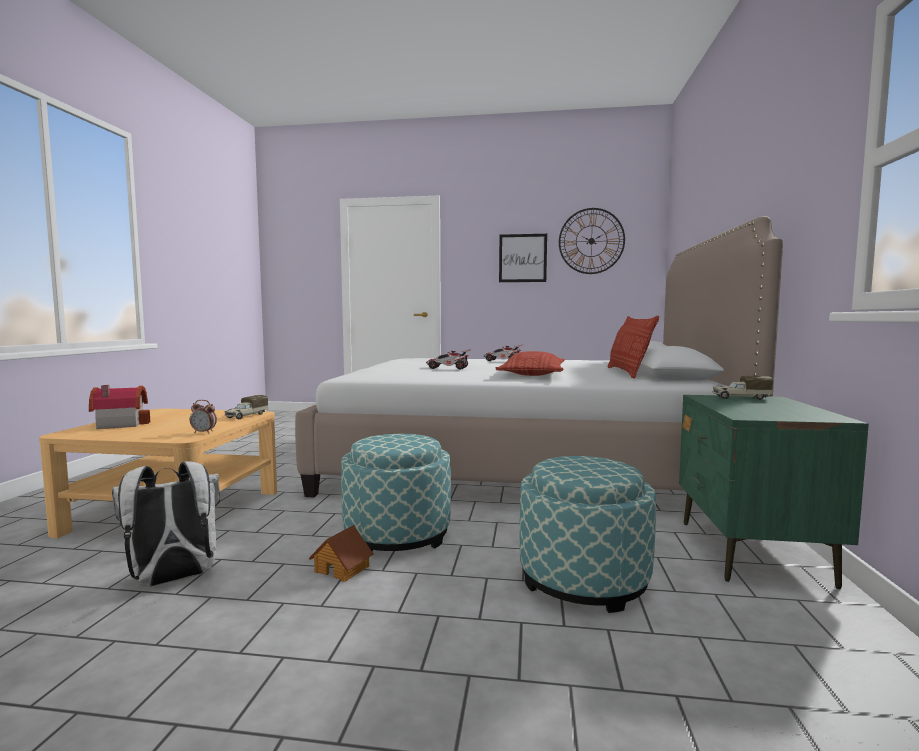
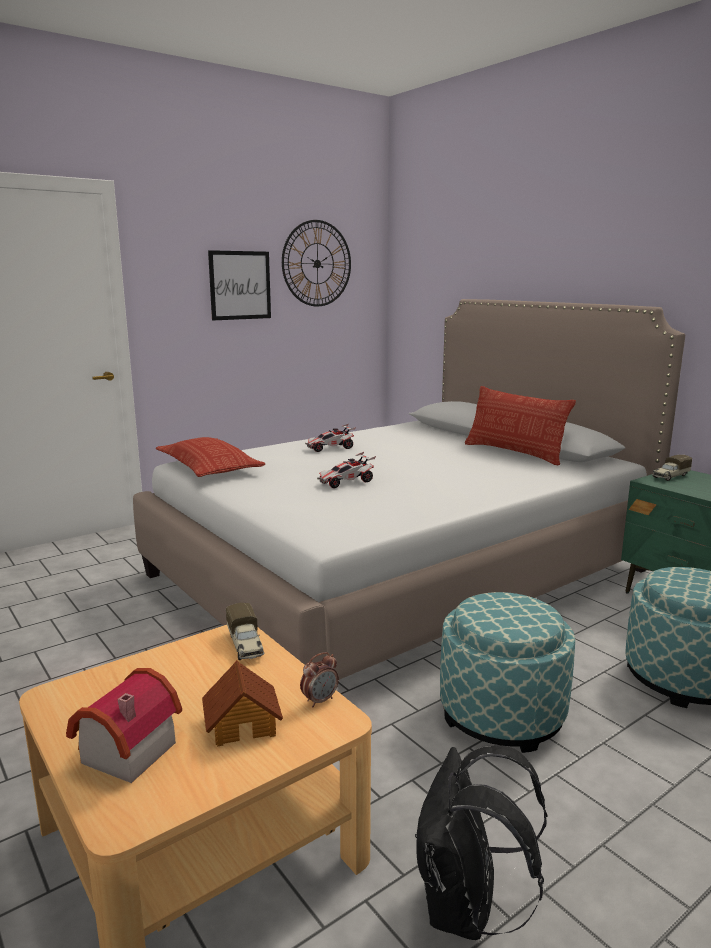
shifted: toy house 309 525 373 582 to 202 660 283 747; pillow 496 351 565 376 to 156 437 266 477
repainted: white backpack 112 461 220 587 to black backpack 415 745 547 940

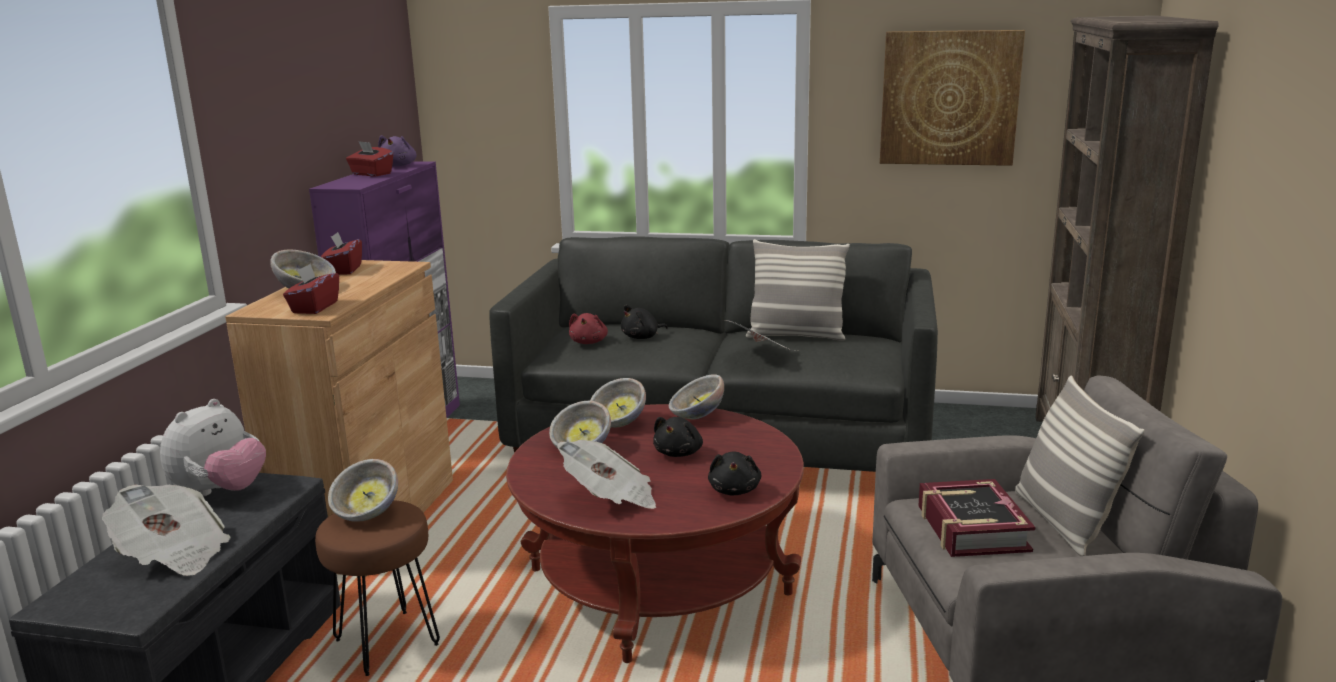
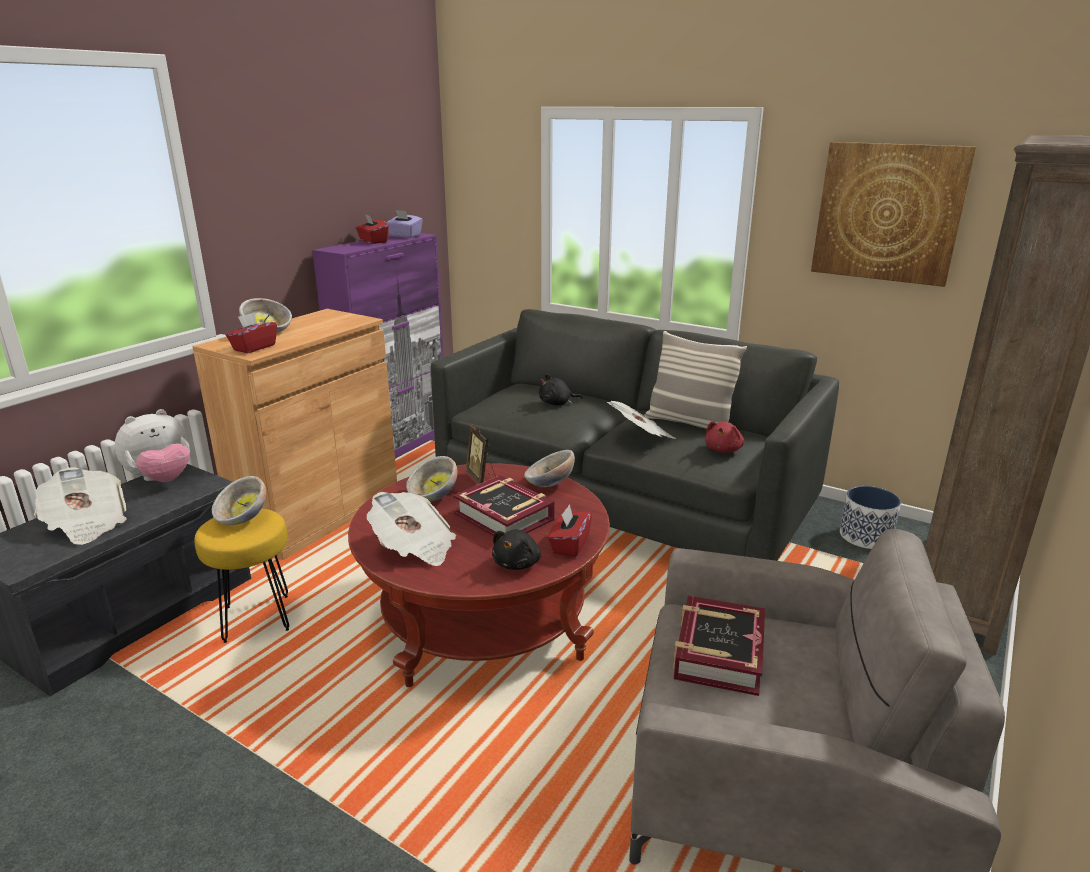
gone: pillow 1015 376 1145 556
new: planter 840 486 901 549
shifted: red tissue box 321 232 362 275 to 548 504 592 557; red plush toy 569 313 608 344 to 705 421 744 453
swapped: purple plush toy 378 135 417 166 to purple tissue box 386 210 423 238; bowl 590 378 646 428 to picture frame 466 425 496 484; black plush toy 653 417 703 457 to book 453 475 555 536
repainted: brown stool 315 500 440 676 to yellow stool 194 509 289 643

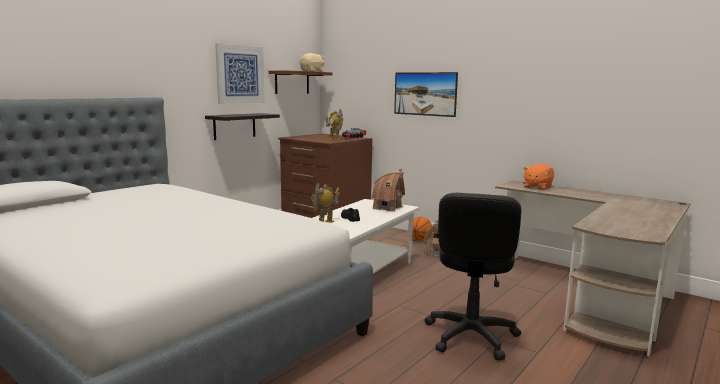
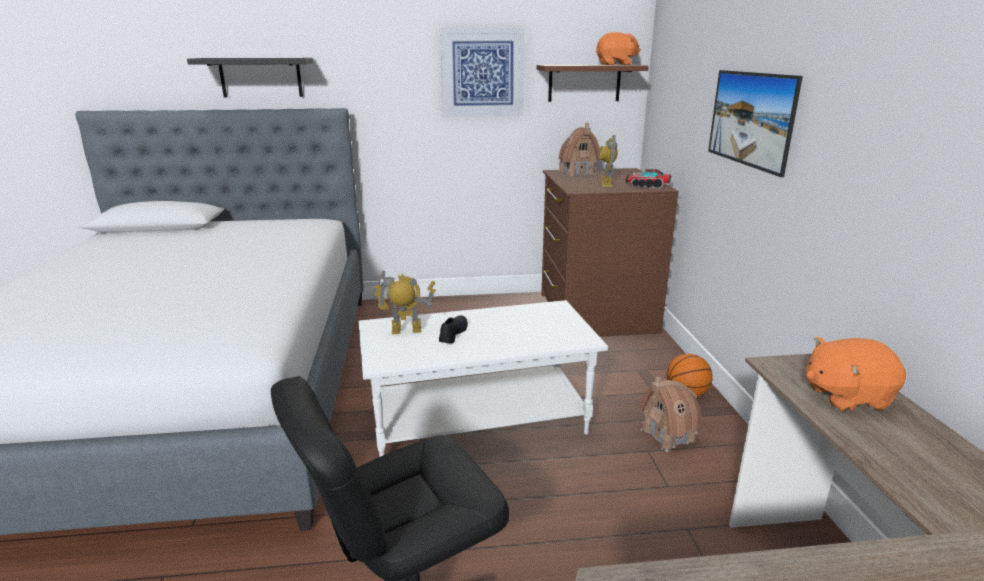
shifted: black shelf 205 113 280 140 to 187 58 313 97; toy house 372 169 405 212 to 558 123 600 176
repainted: beige plush toy 300 53 324 72 to orange plush toy 596 32 641 65

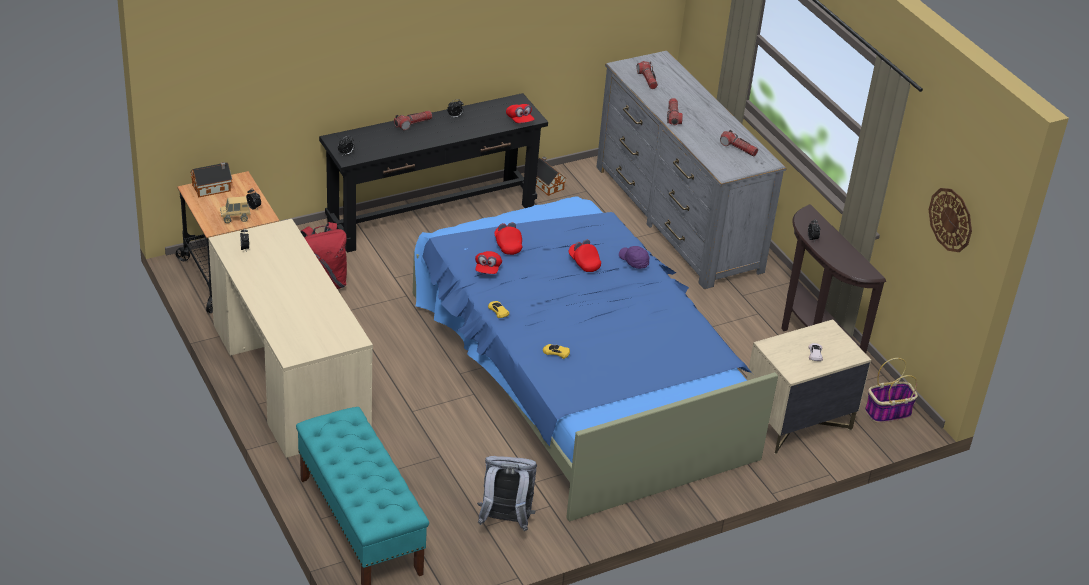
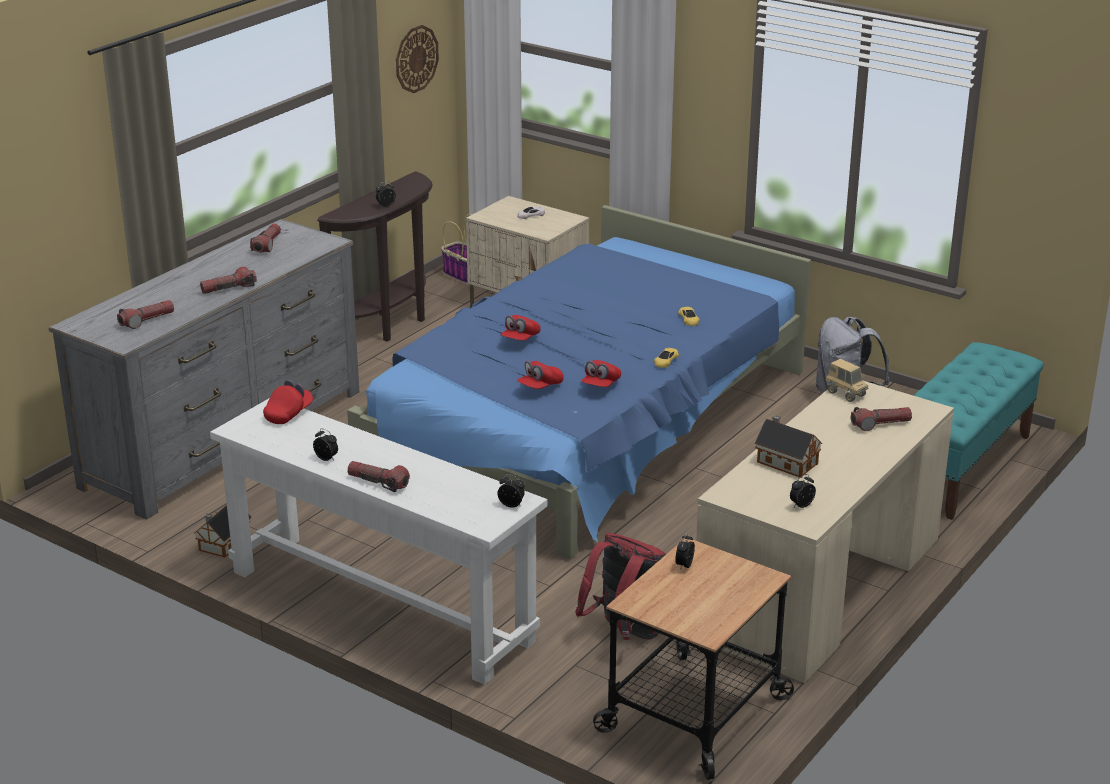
gone: purple cap 619 246 650 269
new: flashlight 850 407 912 431
shifted: toy house 190 162 232 198 to 755 415 822 478; toy truck 220 196 250 223 to 825 359 868 402
repainted: black console table 319 93 548 253 to white console table 210 399 547 685
rotated: red cap 475 251 502 274 = 581 360 621 387 135 degrees clockwise

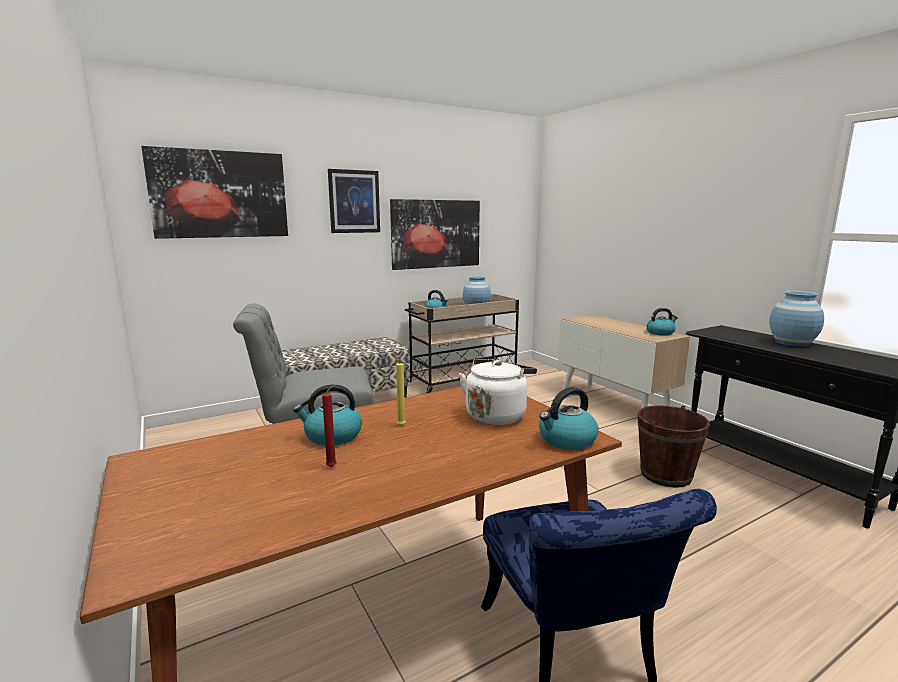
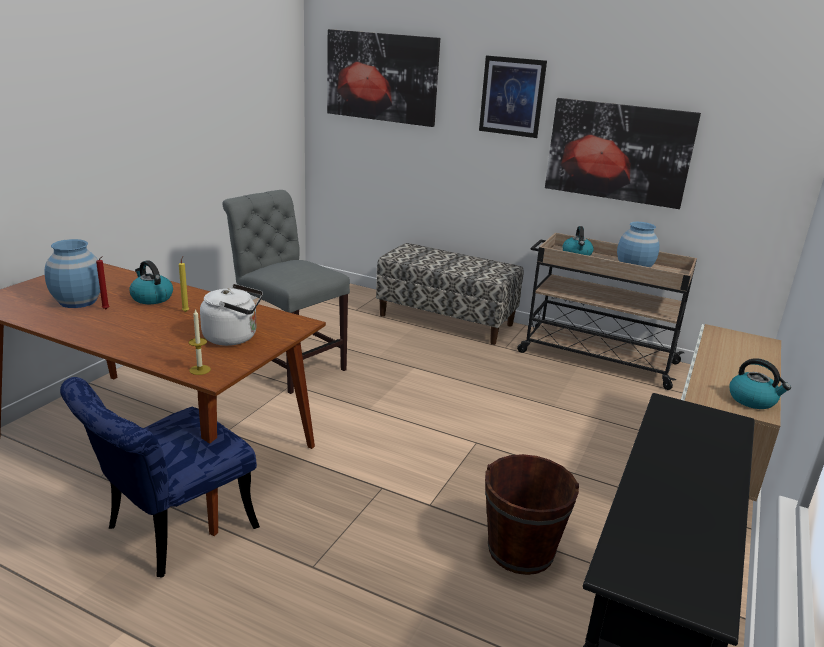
shifted: blue vase 770 291 824 347 to 44 239 100 308
swapped: kettle 539 387 598 450 to candle 189 309 211 375

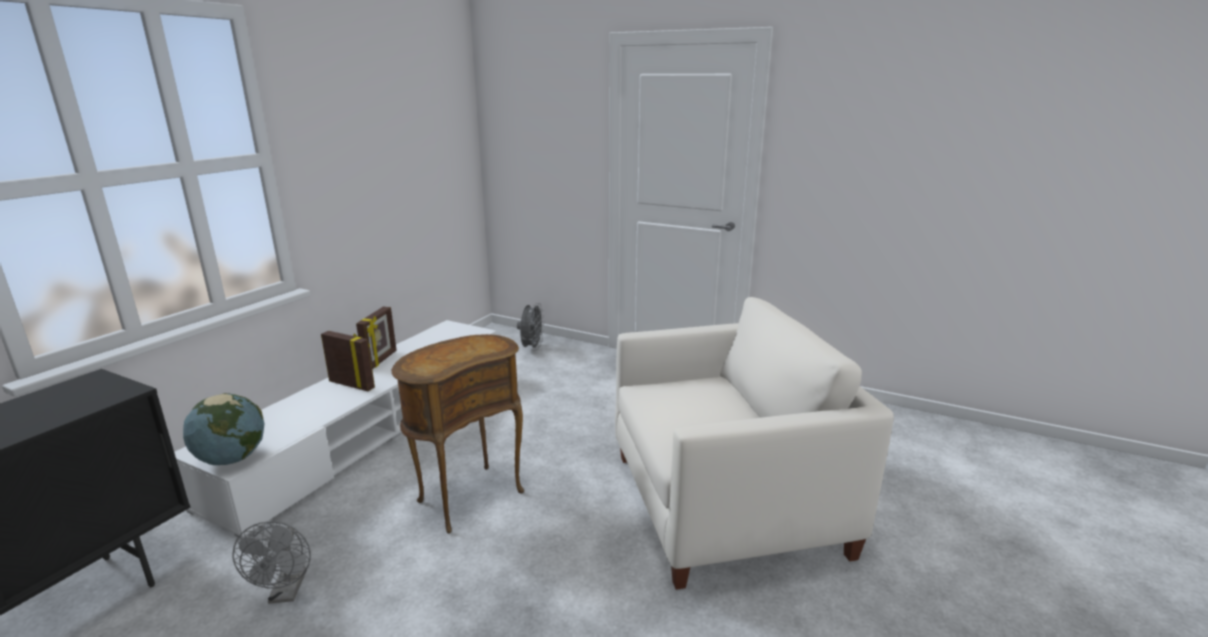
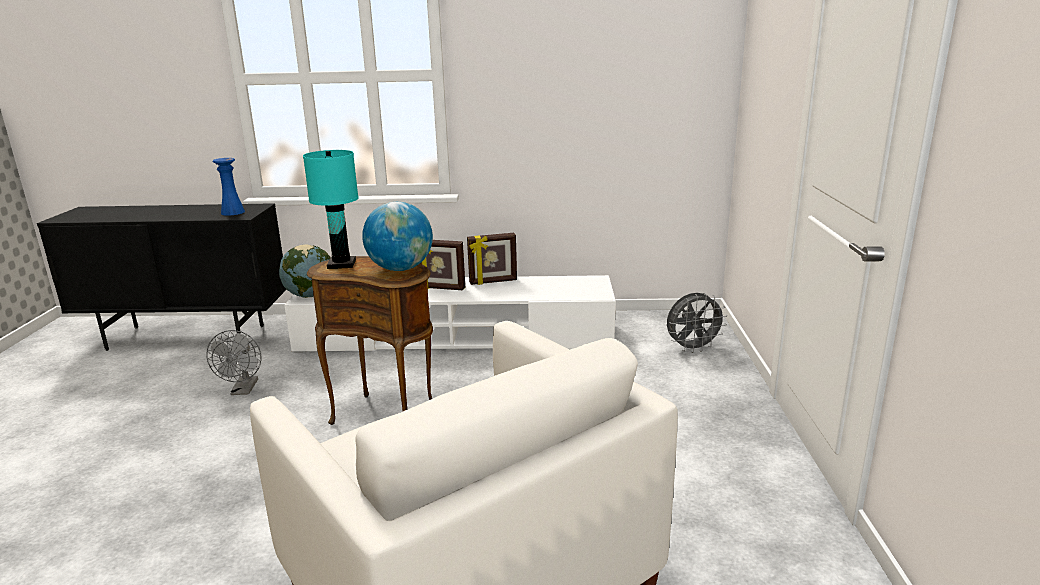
new: blue vase 213 158 245 216; turquoise table lamp 303 150 359 269; globe 362 202 433 271
rotated: grey fan 233 521 311 603 = 206 330 261 395 60 degrees counterclockwise; picture frame 321 331 375 391 = 420 240 465 290 105 degrees clockwise

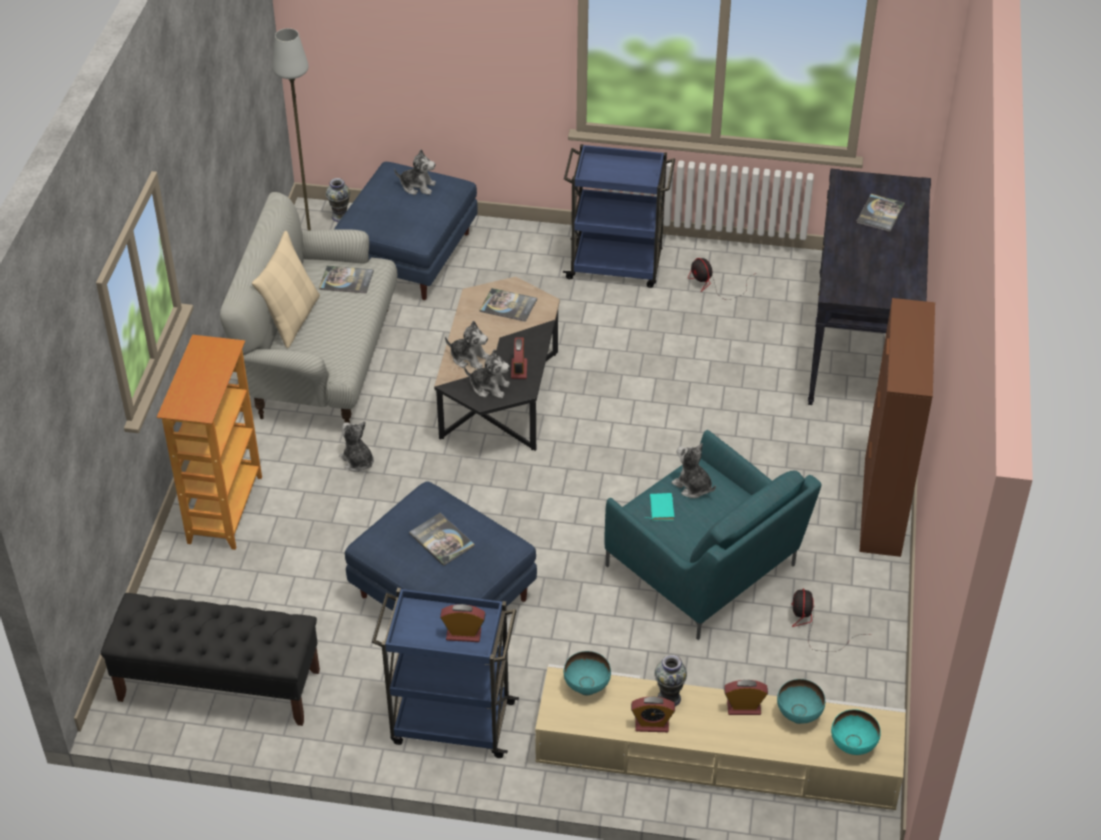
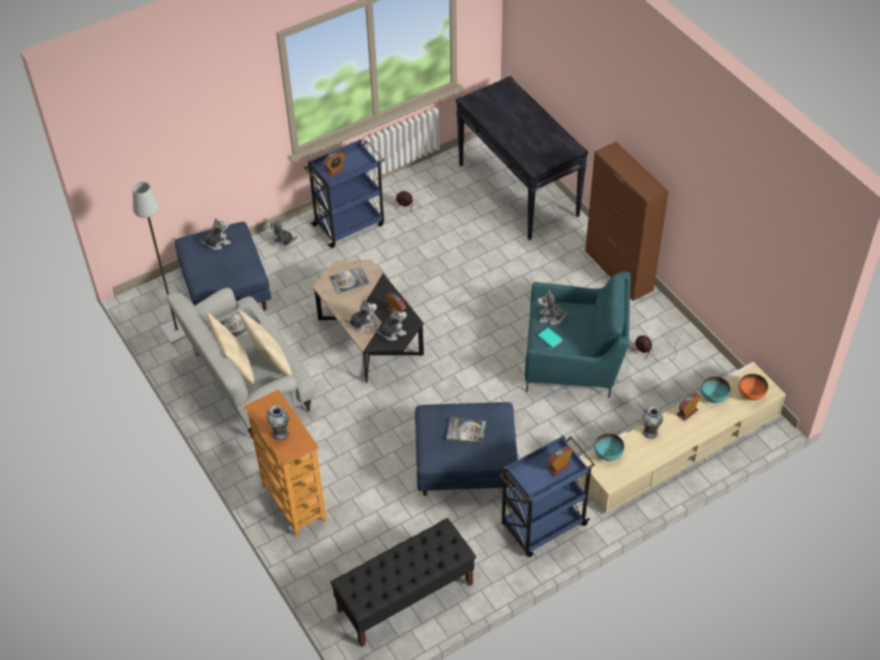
gone: book 856 194 905 232
new: beige pillow 239 310 292 376
shifted: vase 326 178 350 222 to 267 405 289 440; plush toy 339 421 374 472 to 267 217 297 249; alarm clock 631 697 675 732 to 323 151 345 177
repainted: turquoise bowl 831 709 881 755 to orange bowl 739 374 768 400

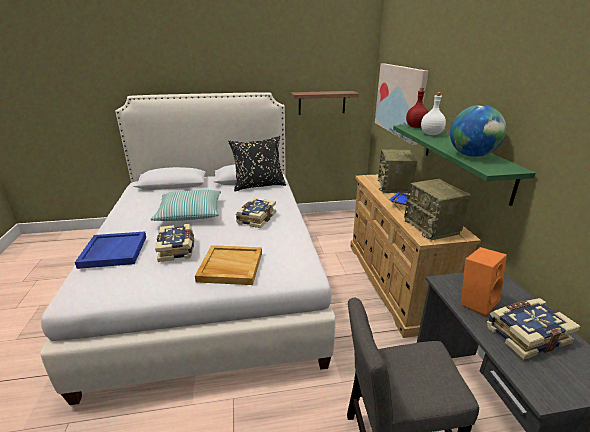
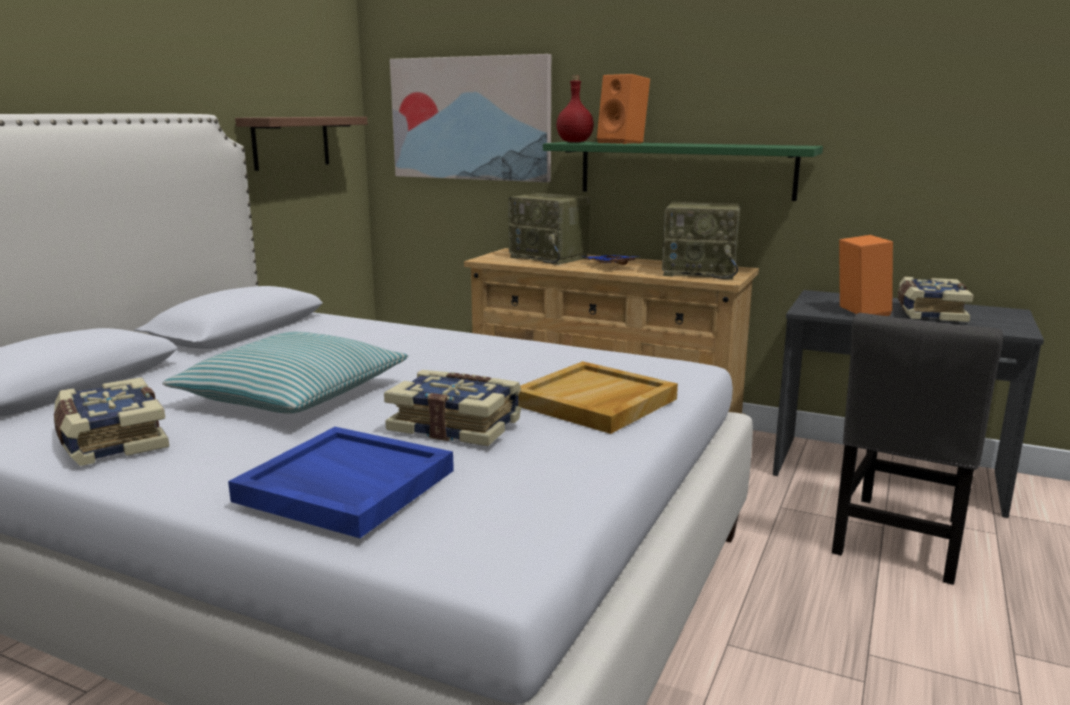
gone: black pillow 228 136 286 191; globe 450 105 506 157
shifted: book 236 198 276 228 to 54 377 169 466
swapped: white bottle 421 92 446 135 to orange speaker 597 74 650 144

